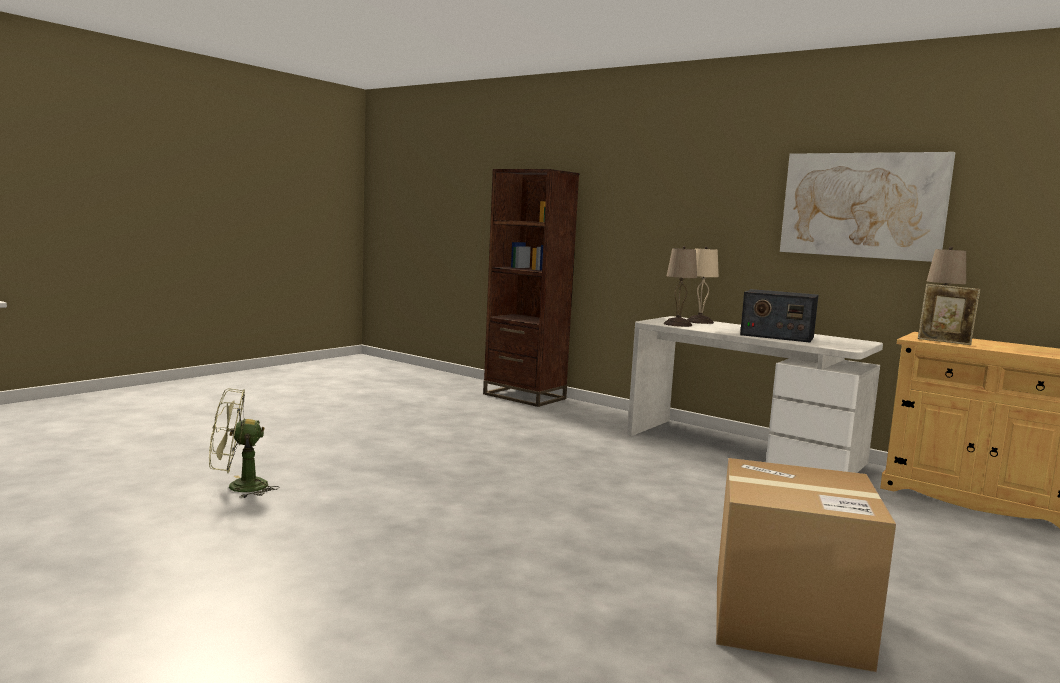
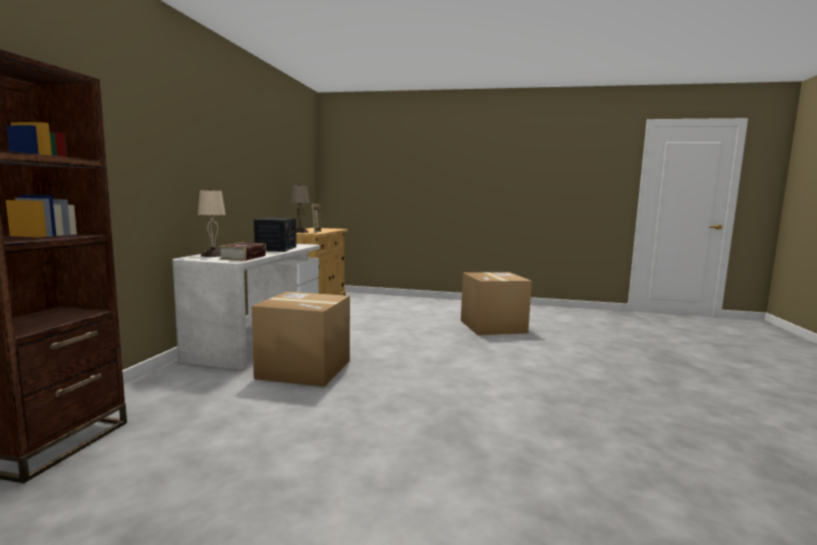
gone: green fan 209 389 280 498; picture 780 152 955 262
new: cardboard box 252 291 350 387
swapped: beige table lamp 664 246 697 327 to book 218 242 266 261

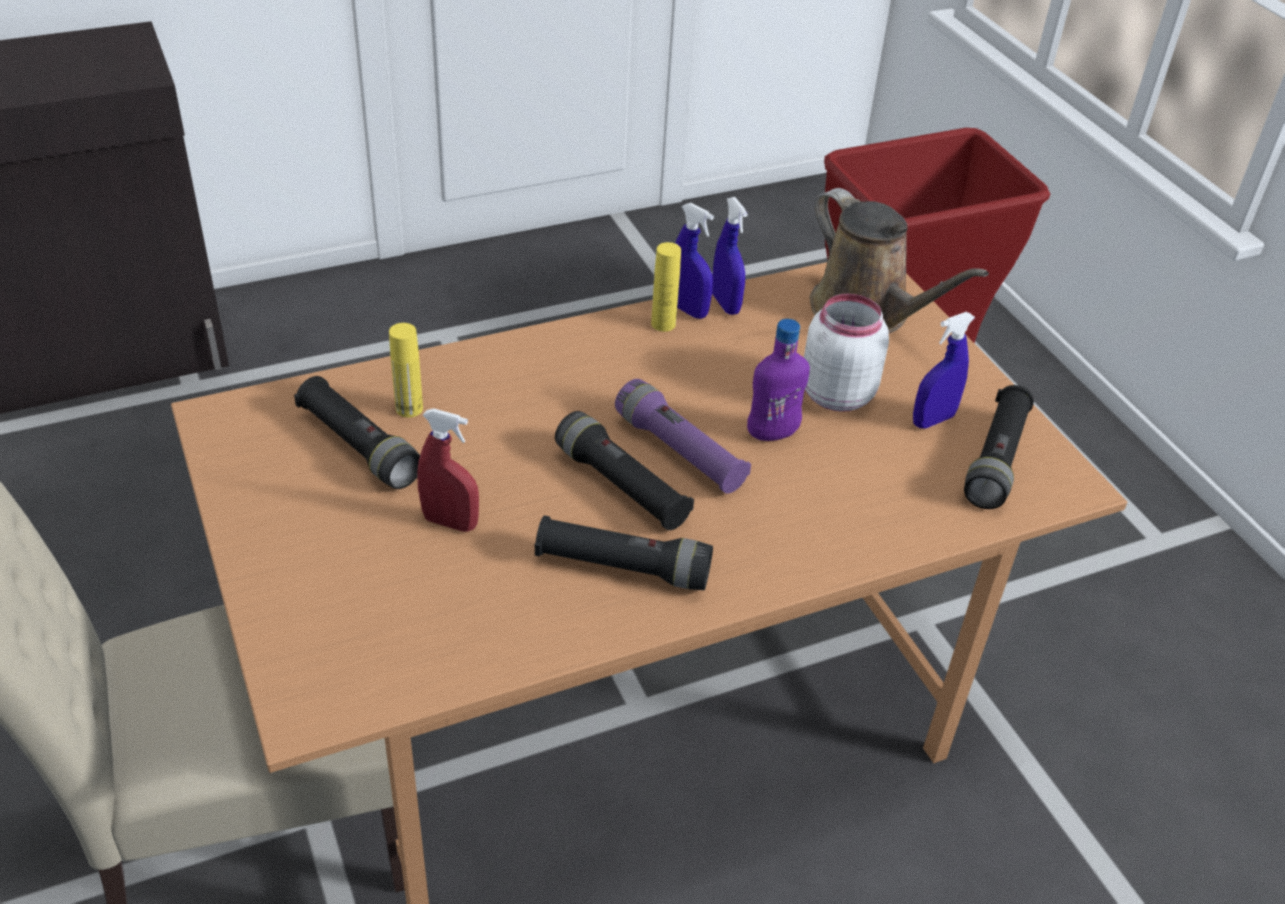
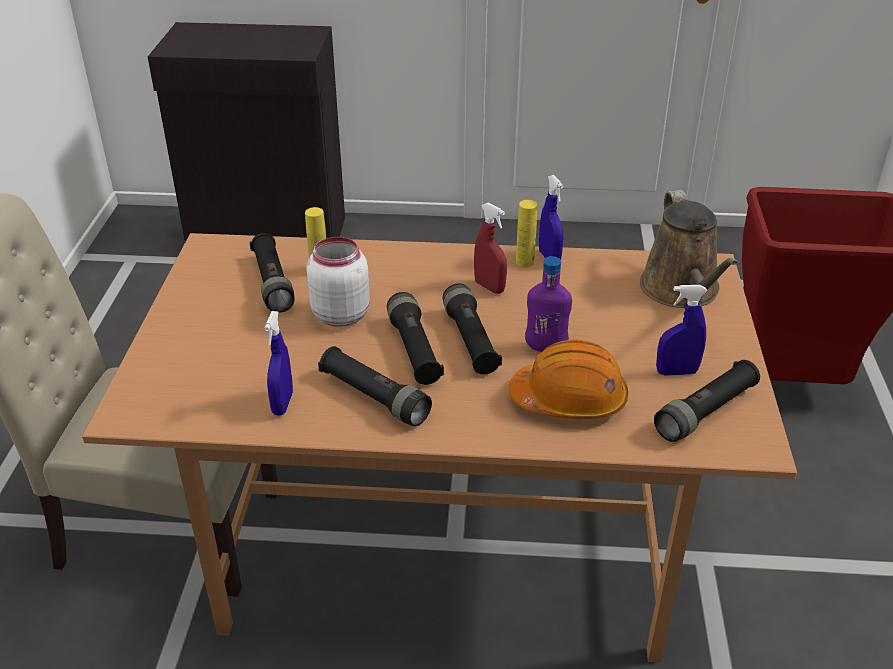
new: orange hard hat 509 340 628 419
shifted: red spray bottle 417 408 479 532 to 474 202 507 294; blue spray bottle 712 197 748 315 to 264 311 293 416; white jar 804 294 889 412 to 307 237 370 327
repainted: purple flashlight 615 379 751 494 to black flashlight 443 283 502 375

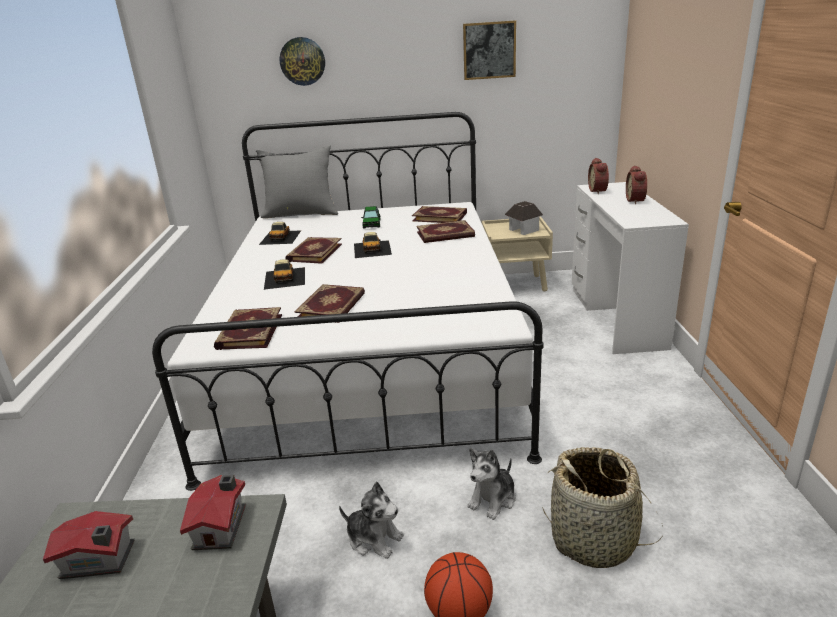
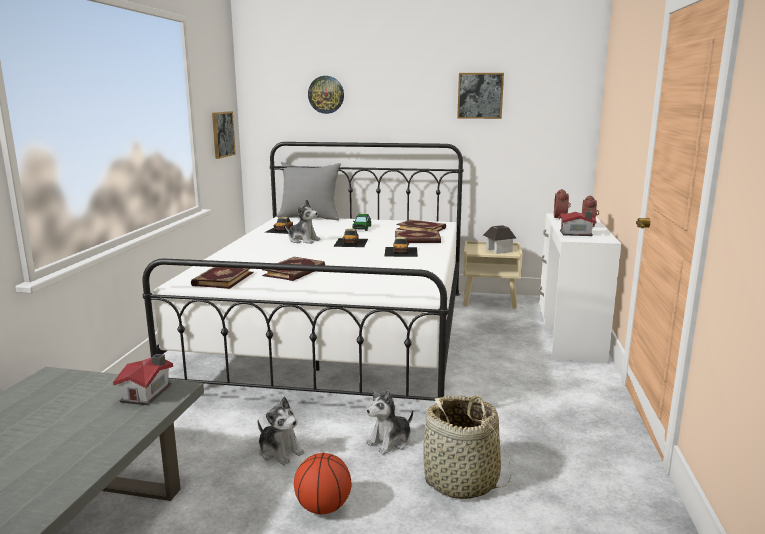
new: picture 212 111 236 159
shifted: toy house 43 511 135 579 to 559 211 596 236; toy car 264 259 305 290 to 384 237 418 257
swapped: book 285 237 342 264 to plush toy 285 200 320 244

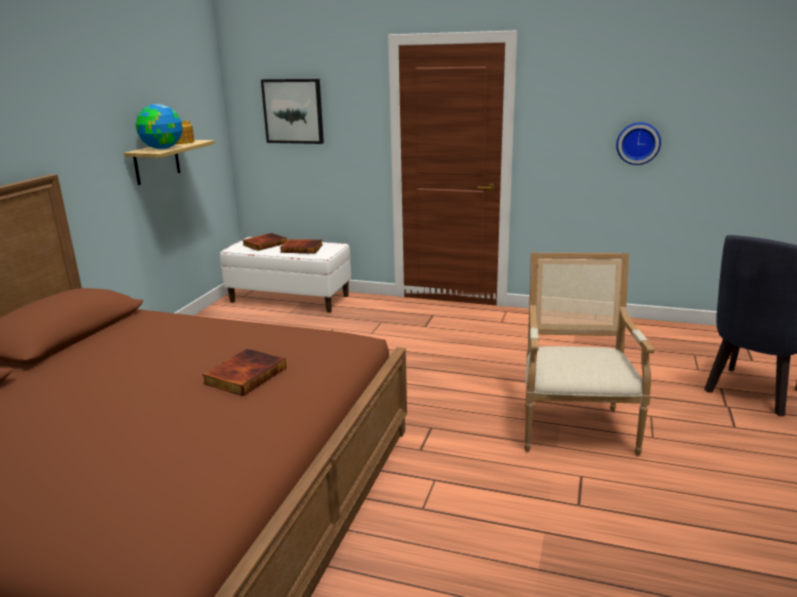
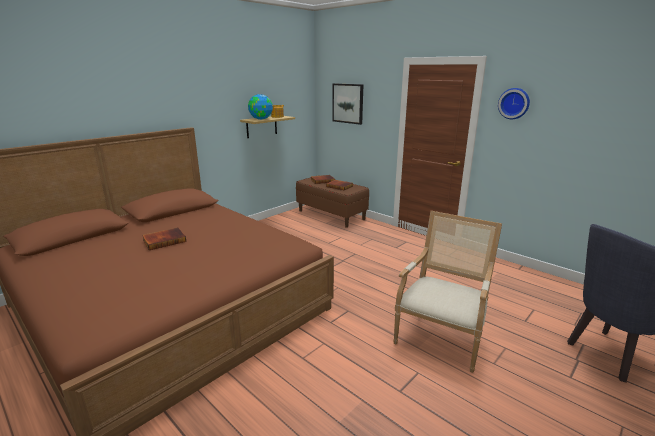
shifted: book 202 349 286 396 to 142 227 186 250; wall clock 616 122 661 165 to 498 88 530 119
repainted: white bench 220 237 351 313 to brown bench 296 175 369 228

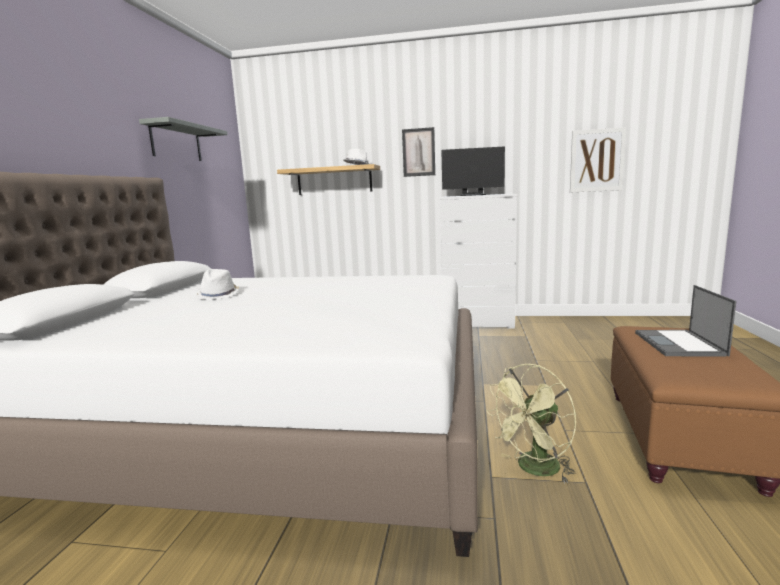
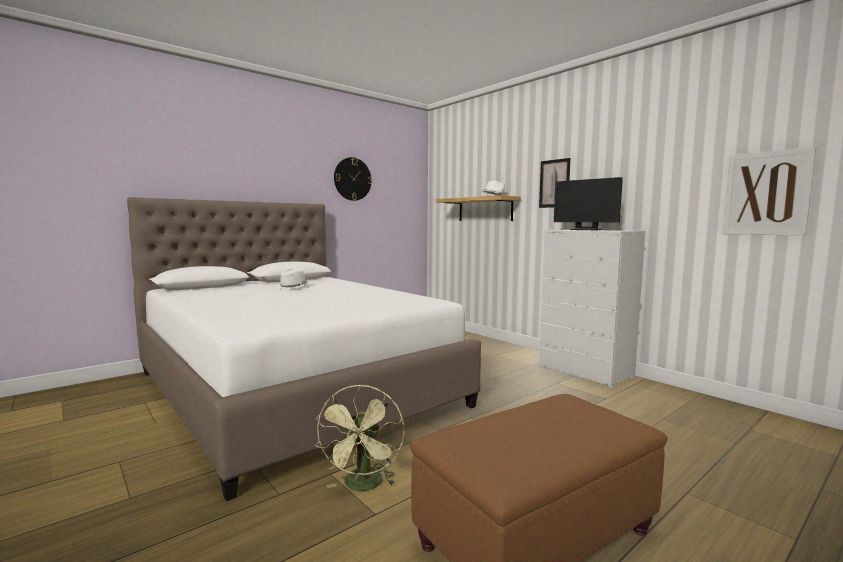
gone: laptop 635 285 737 356
swapped: grey shelf 139 117 228 161 to wall clock 334 157 372 201
rotated: green fan 486 364 576 484 = 314 385 404 491 90 degrees counterclockwise

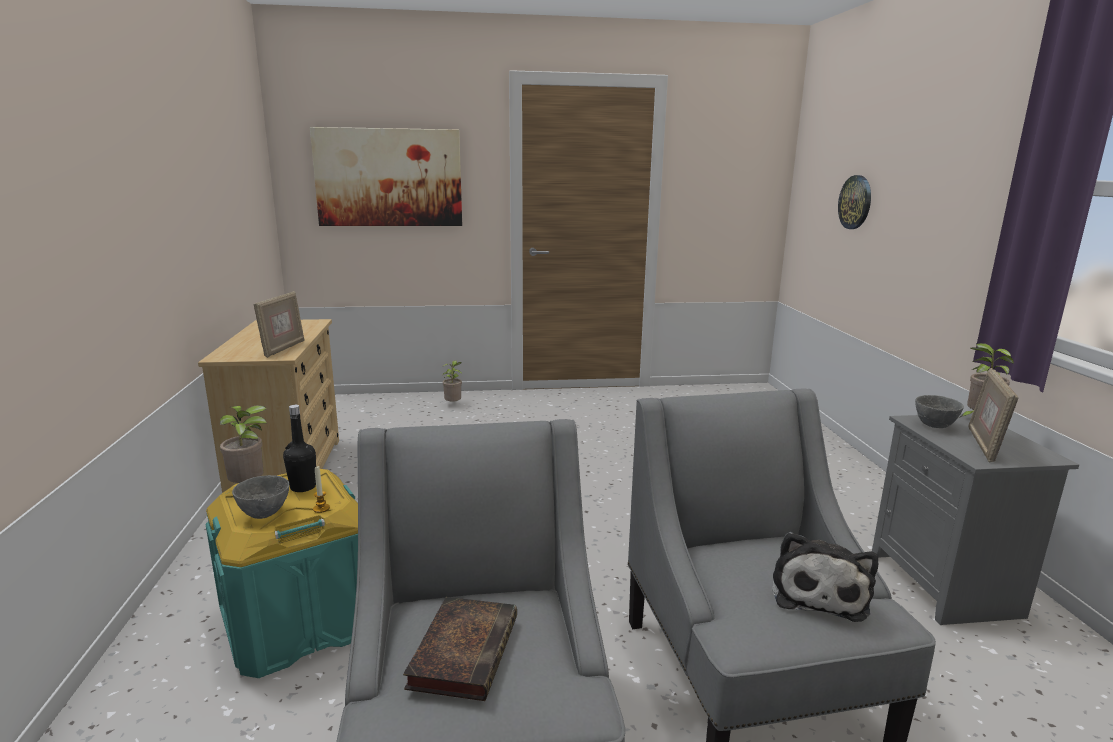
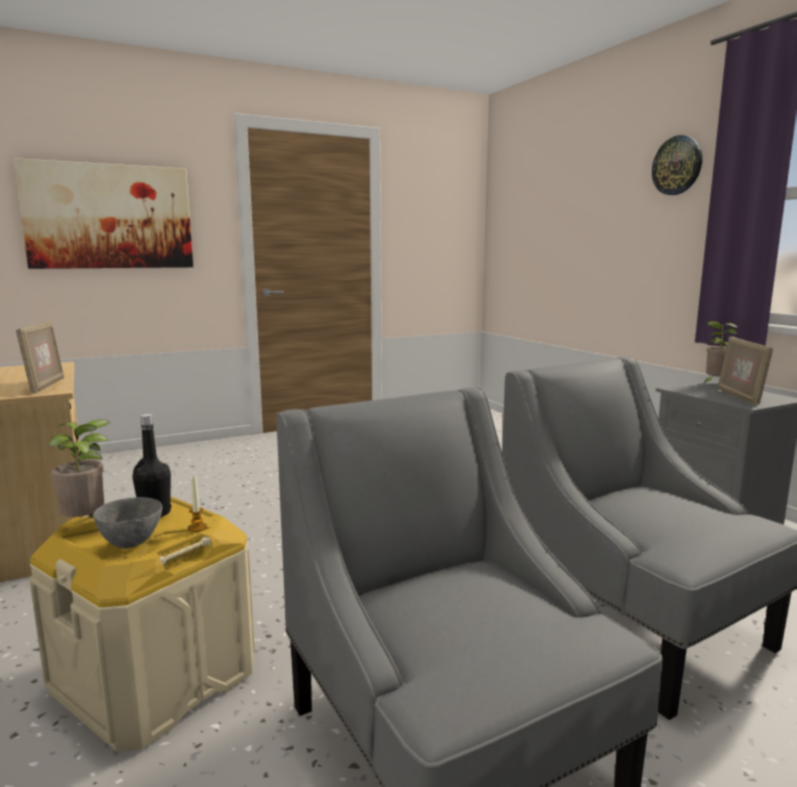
gone: book 403 597 517 701; potted plant 442 360 463 401; plush toy 772 532 878 622; grey bowl 915 395 964 428
shifted: wall clock 838 175 871 229 to 652 135 702 195
repainted: turquoise storage box 205 469 358 678 to beige storage box 29 497 255 752

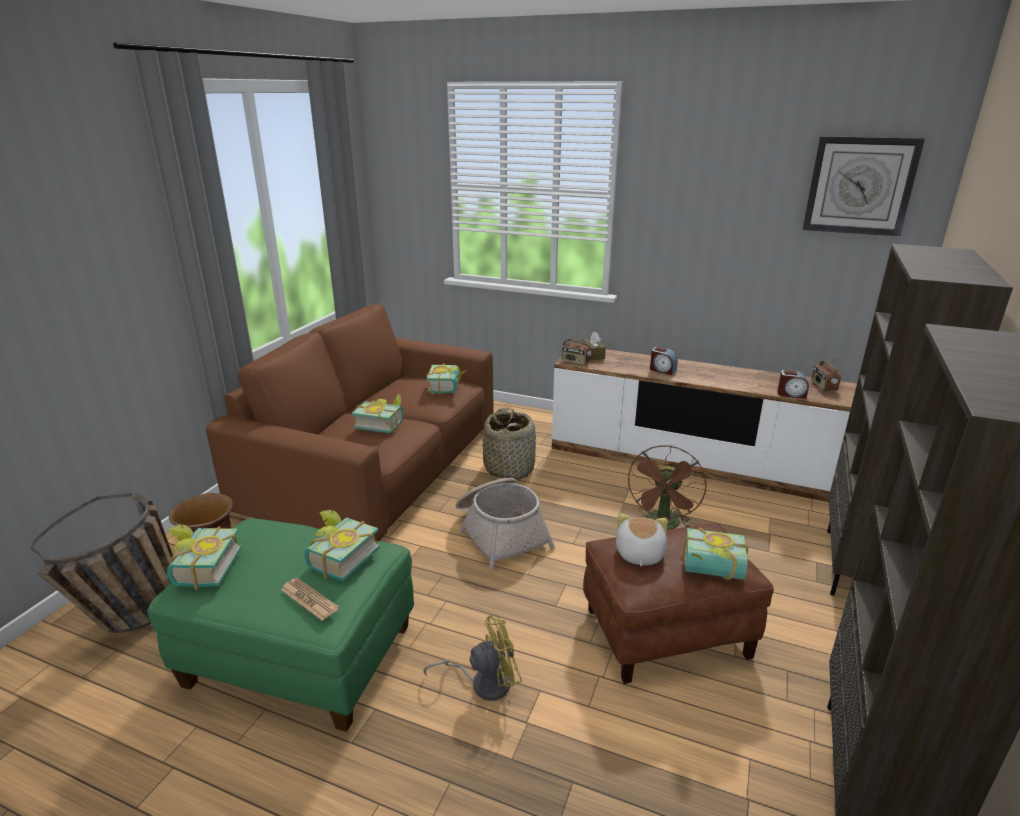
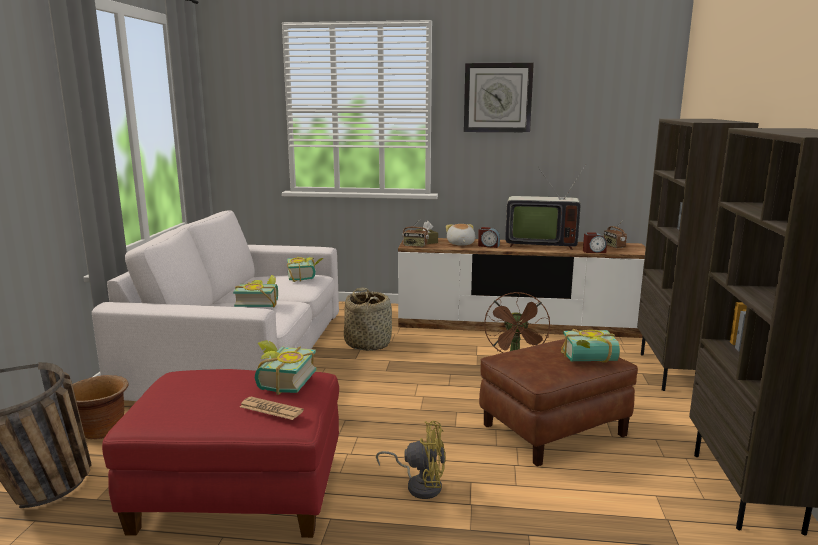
gone: book 167 524 242 590; basket 456 478 555 570
new: television 505 165 586 250
shifted: plush toy 616 513 668 566 to 446 224 475 246; wall clock 803 136 925 236 to 464 63 534 132
repainted: green ottoman 147 518 414 732 to red ottoman 102 369 339 538; brown sofa 206 304 494 541 to white sofa 92 210 339 401
rotated: yellow fan 423 615 522 701 = 376 421 446 499 45 degrees clockwise

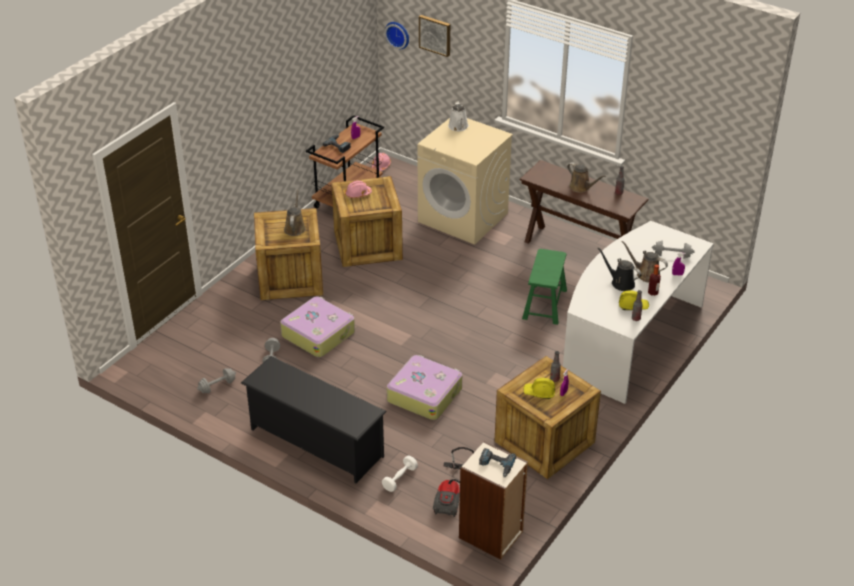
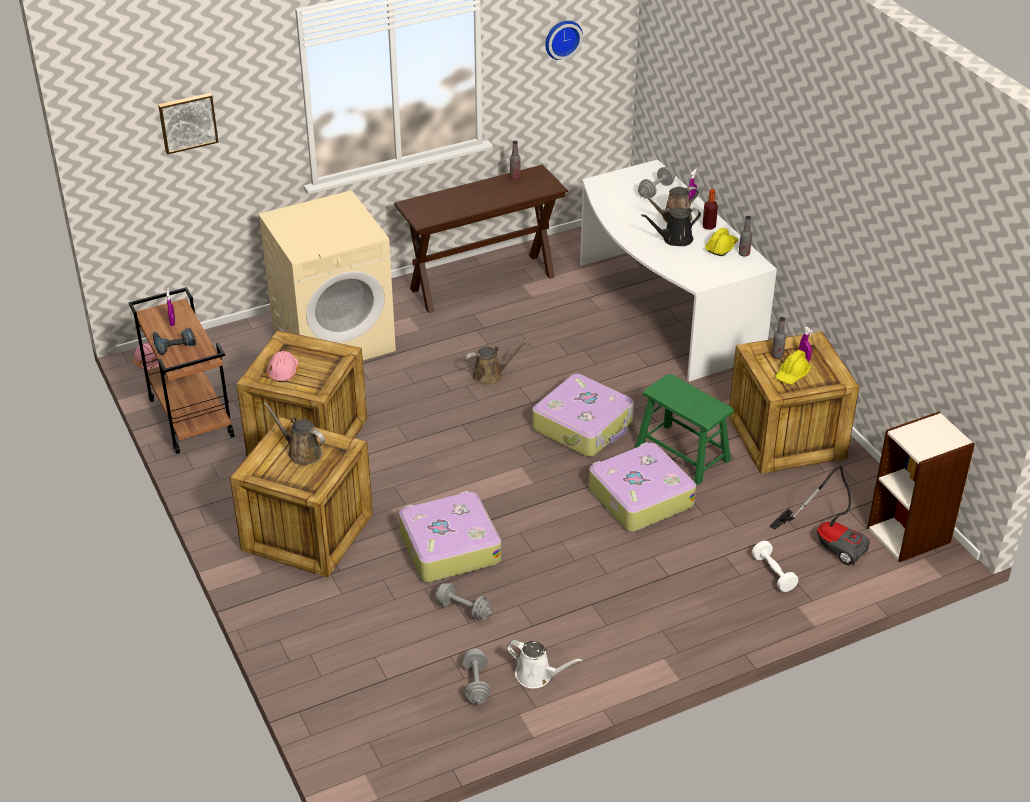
gone: black shoe rack 241 356 387 483; power drill 479 448 516 477
new: suitcase 532 374 634 457
shifted: wall clock 384 22 409 49 to 545 21 583 60; white watering can 448 101 469 131 to 507 640 583 688; green stool 522 249 567 325 to 635 374 734 485; brown watering can 567 162 606 193 to 465 339 528 385

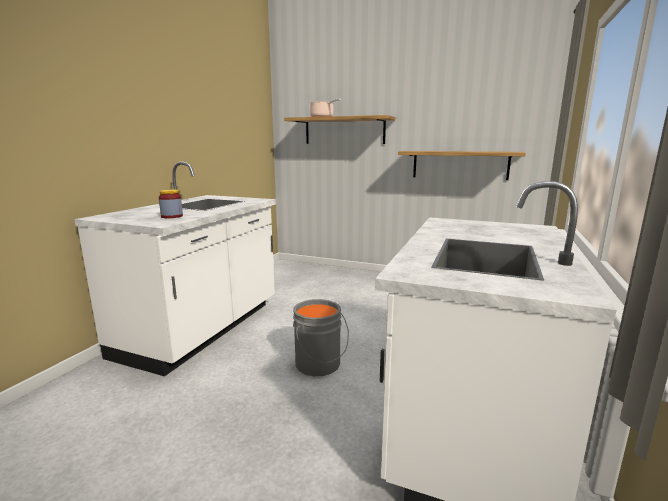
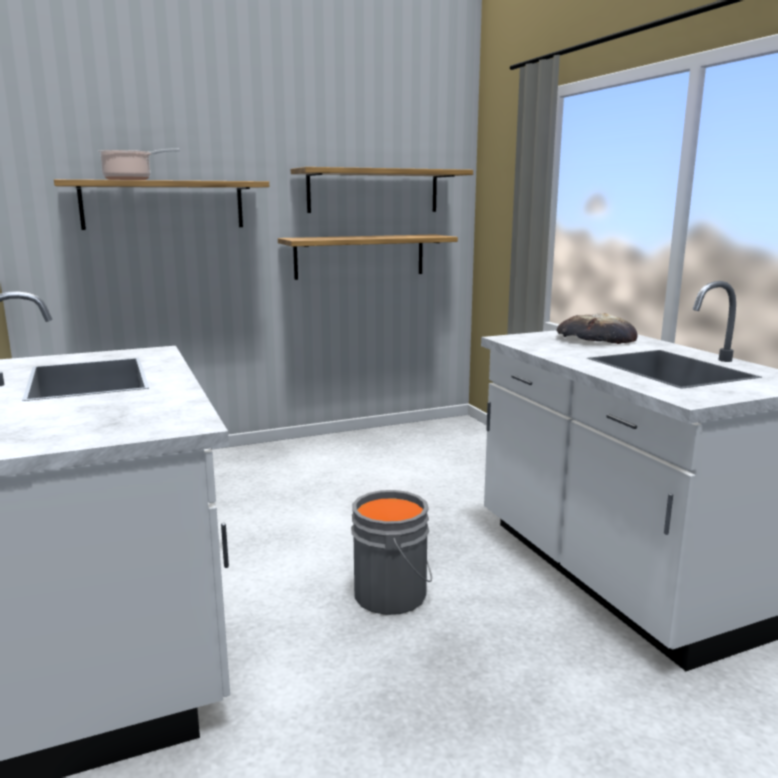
gone: jar 159 189 183 218
new: shelf 291 167 473 213; bread 557 313 637 344

